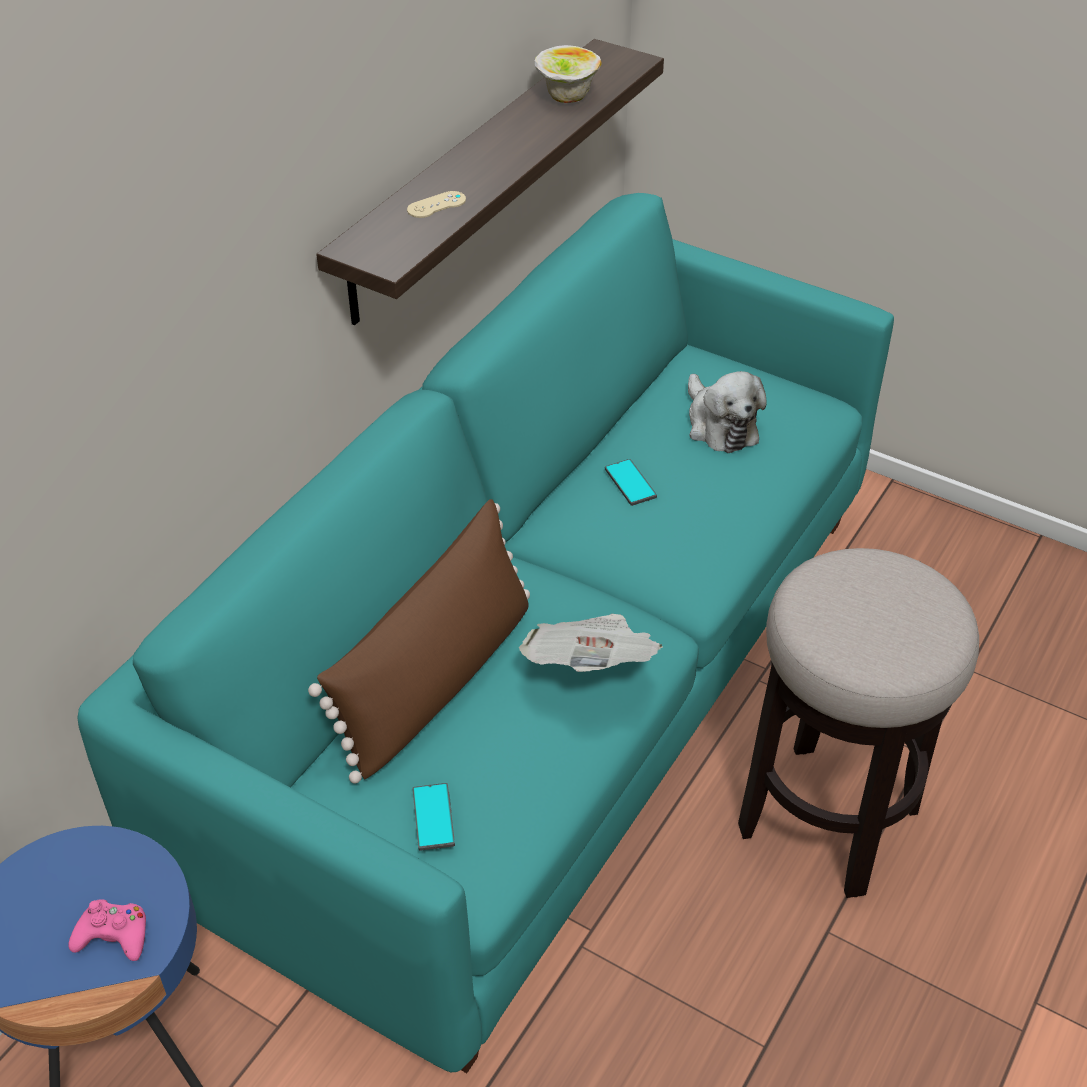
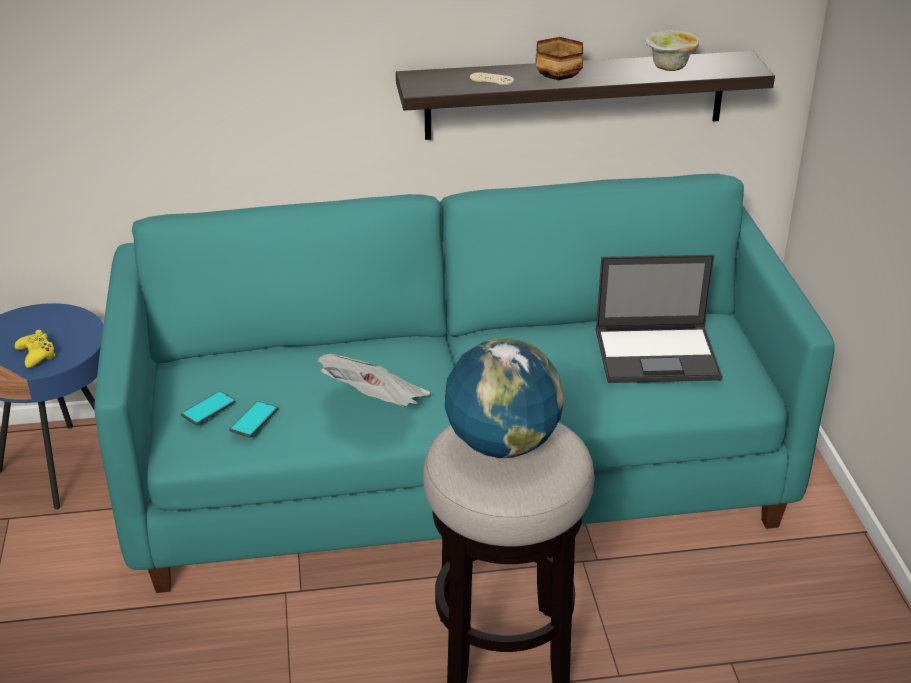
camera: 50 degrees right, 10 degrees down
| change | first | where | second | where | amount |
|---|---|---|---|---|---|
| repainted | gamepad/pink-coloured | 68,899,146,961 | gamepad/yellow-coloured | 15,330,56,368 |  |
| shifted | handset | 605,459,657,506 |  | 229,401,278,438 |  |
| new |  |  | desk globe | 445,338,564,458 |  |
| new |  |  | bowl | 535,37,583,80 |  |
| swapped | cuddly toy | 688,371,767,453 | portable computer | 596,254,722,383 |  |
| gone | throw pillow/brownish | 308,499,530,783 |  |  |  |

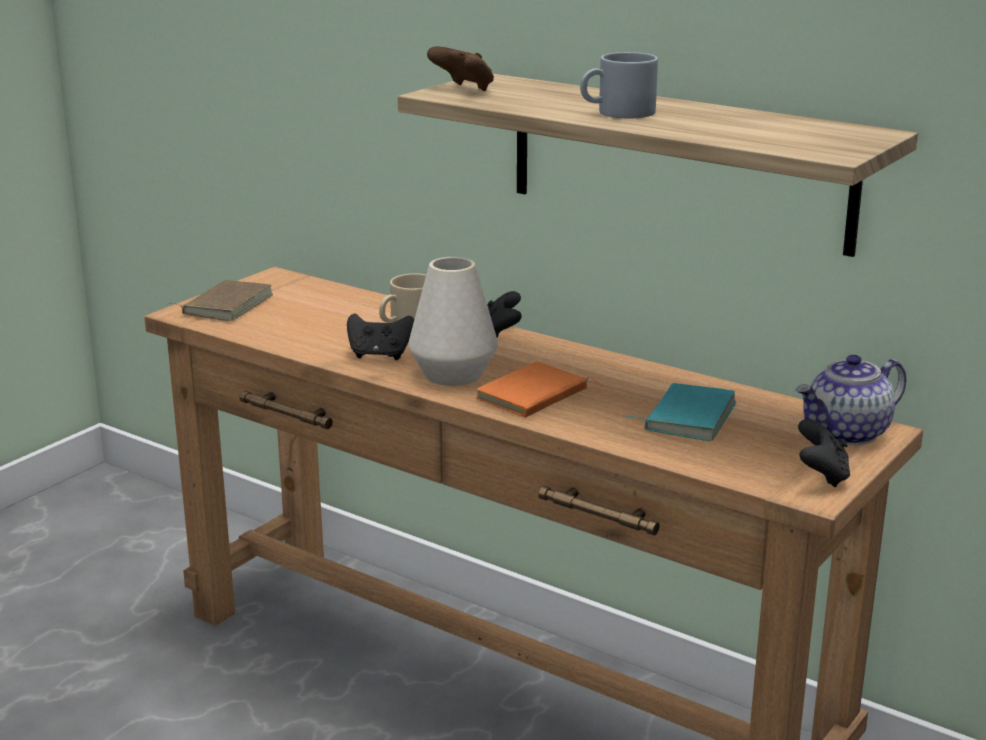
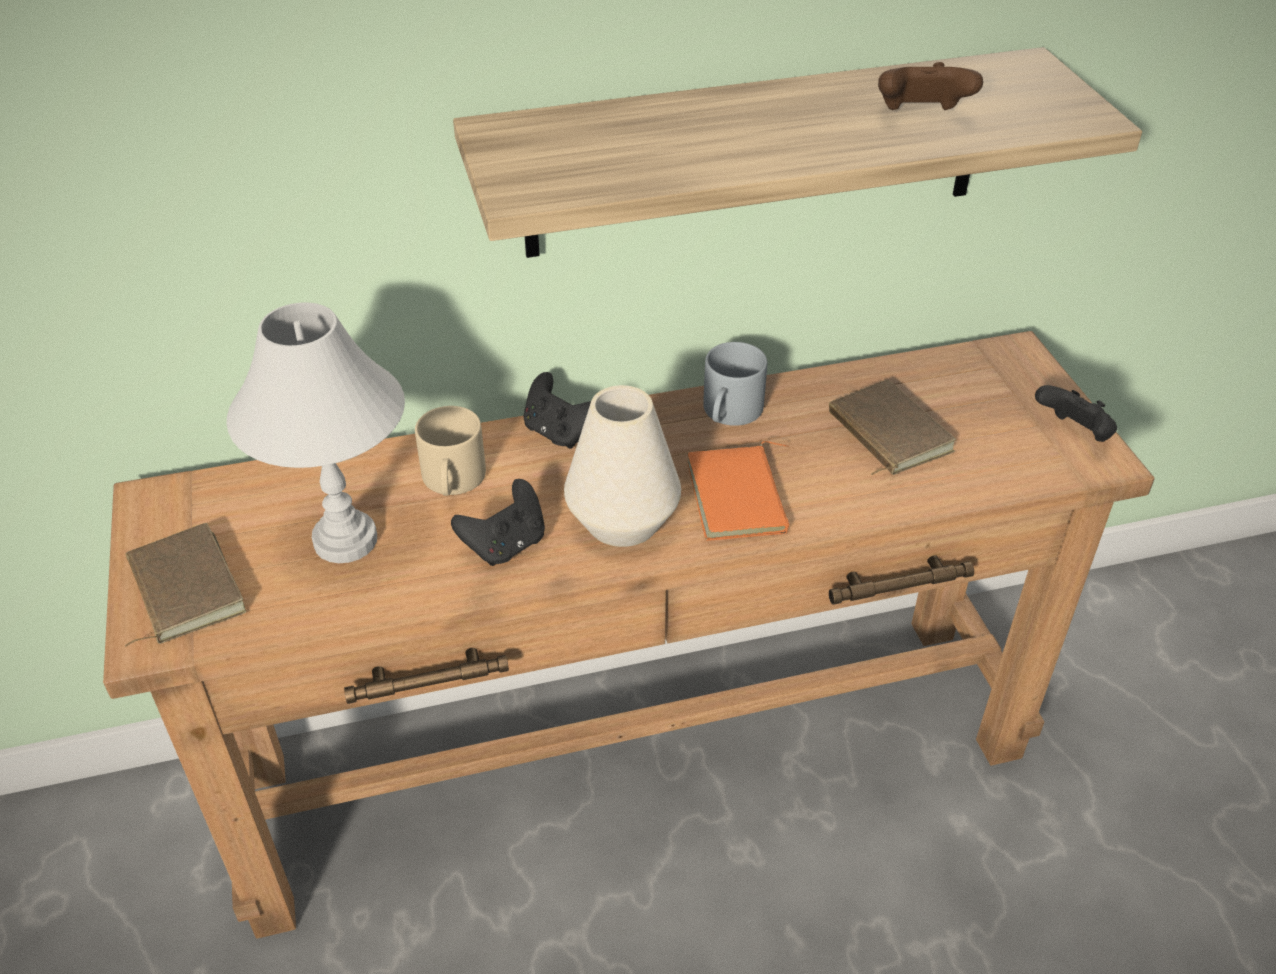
camera: 50 degrees left, 20 degrees up
| change | first | where | second | where | amount |
|---|---|---|---|---|---|
| new |  |  | tabletop lamp/whitish | 227,302,405,563 |  |
| shifted | tea mug/grey | 580,52,658,118 |  | 703,342,767,426 |  |
| repainted | bound book/blue-green | 624,383,736,441 | bound book/brownish | 829,380,956,475 |  |
| shifted | gamepad/brownish | 427,46,494,91 |  | 878,62,983,110 |  |
| gone | pot for tea | 796,355,906,445 |  |  |  |

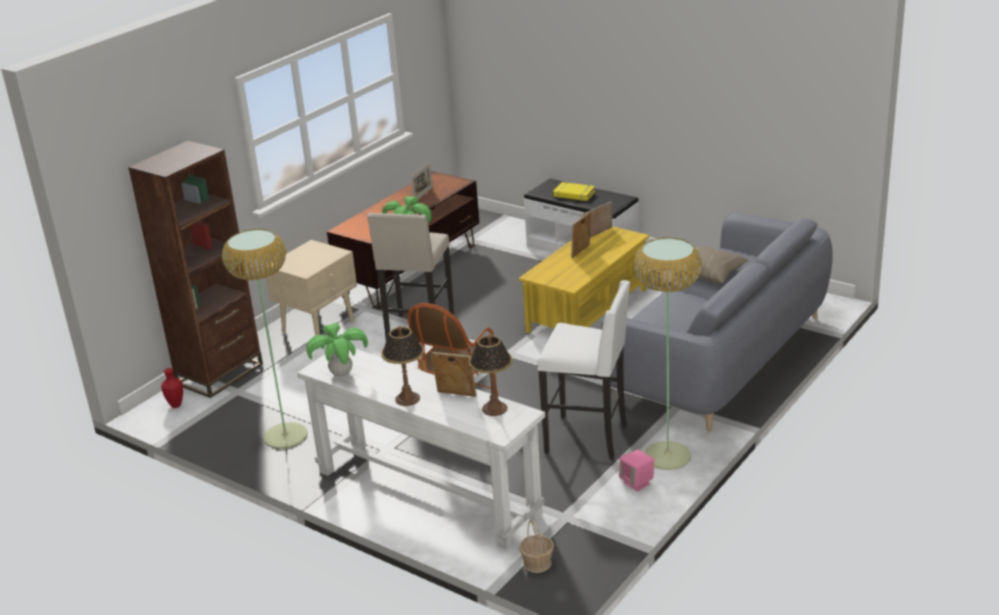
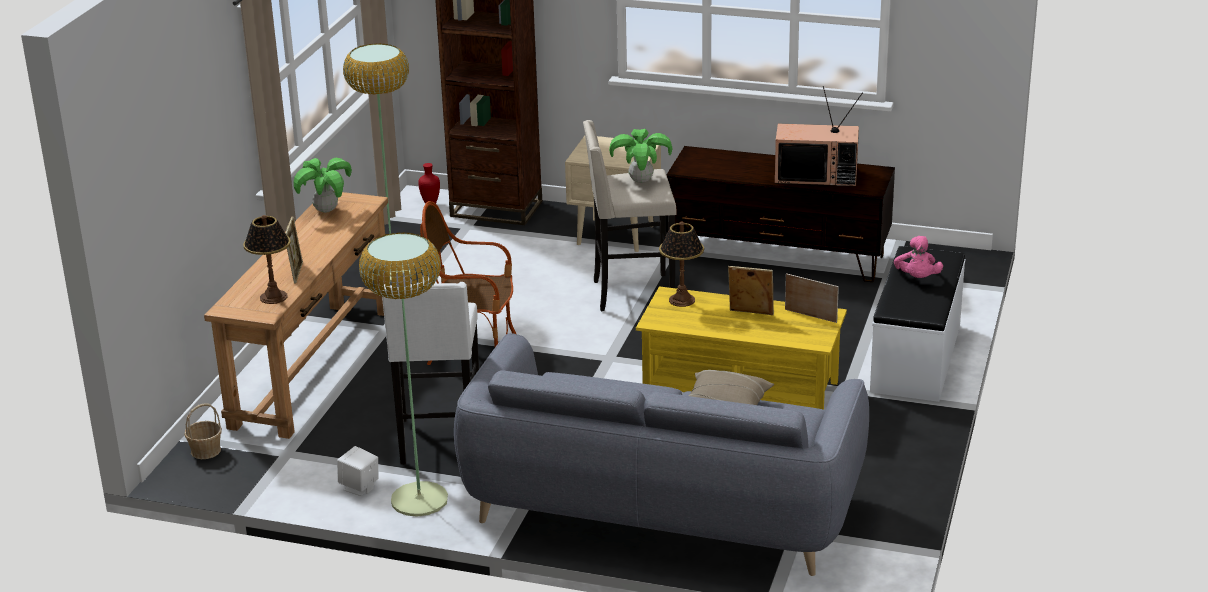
camera: 70 degrees right, 0 degrees up
| change | first | where | second | where | amount |
|---|---|---|---|---|---|
| repainted | narrow table/whitish | 297,349,545,549 | narrow table/brownish | 204,191,388,439 |  |
| repainted | audio speaker/pink-coloured | 619,450,654,491 | audio speaker/whitish | 337,446,378,496 |  |
| shifted | tabletop lamp | 381,326,424,406 |  | 659,221,704,307 |  |
| swapped | standing frame | 411,163,433,199 | television | 775,86,863,187 |  |
| swapped | bound book/yellow-coloured | 553,182,595,201 | cuddly toy/pink-coloured | 894,236,943,278 |  |

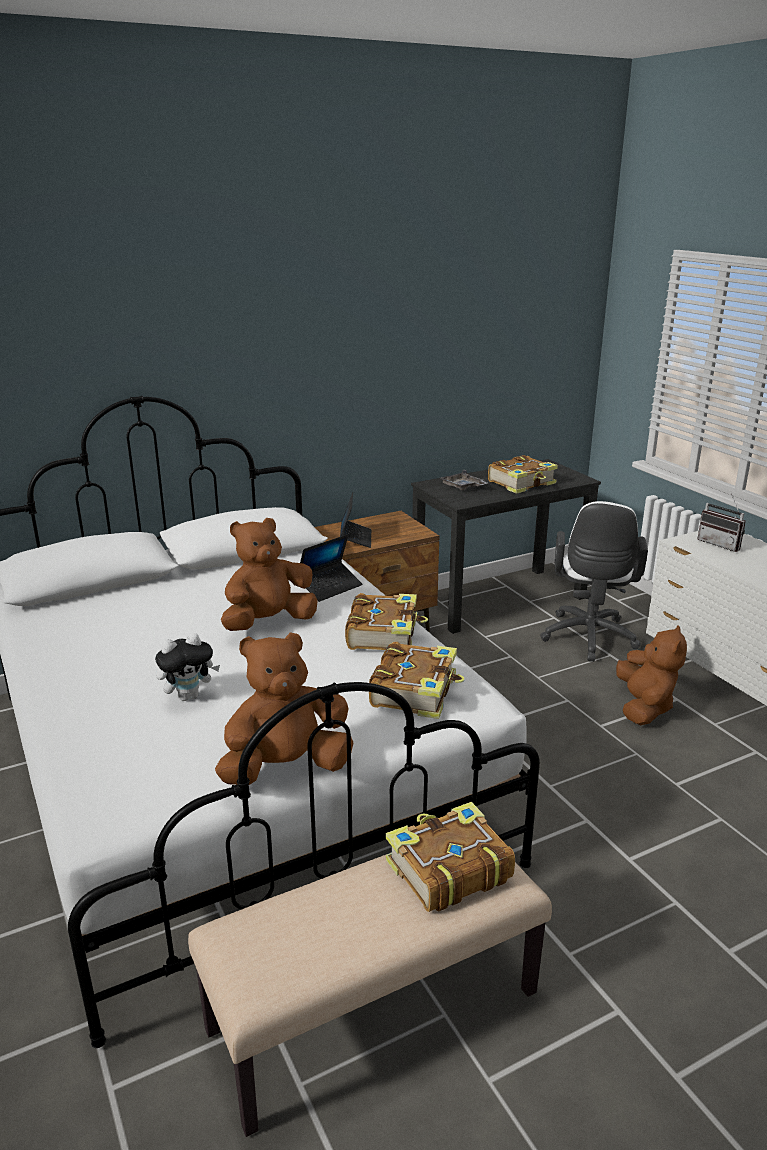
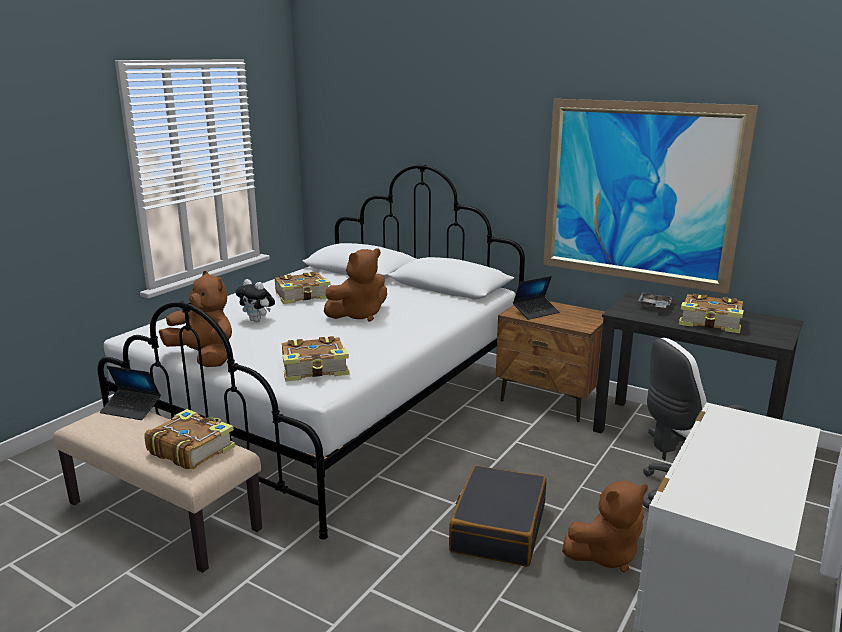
camera: 60 degrees right, 5 degrees down
| change | first | where | second | where | amount |
|---|---|---|---|---|---|
| shifted | portable computer | 300,534,362,602 |  | 100,366,161,420 |  |
| shifted | bound book | 345,593,428,650 |  | 275,272,330,304 |  |
| rotated | cuddly toy/brownish | 221,518,318,631 |  | 324,249,387,322 | 120 degrees clockwise |
| new |  |  | travel case/black-coloured | 449,465,546,567 |  |
| new |  |  | wall picture | 543,99,758,294 |  |
| gone | radio set | 697,493,746,552 |  |  |  |

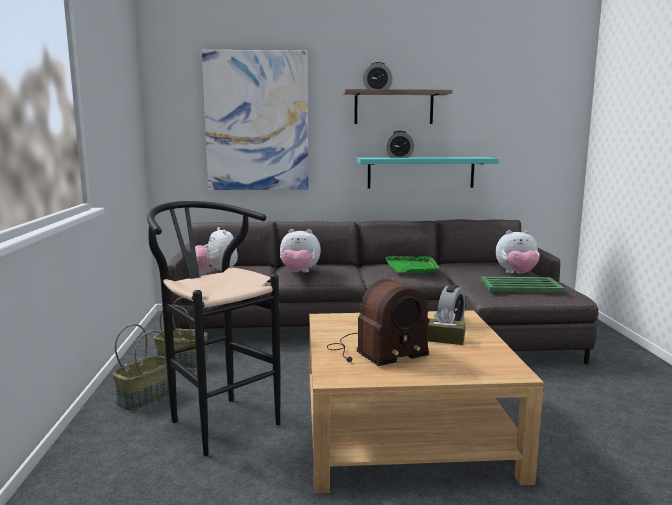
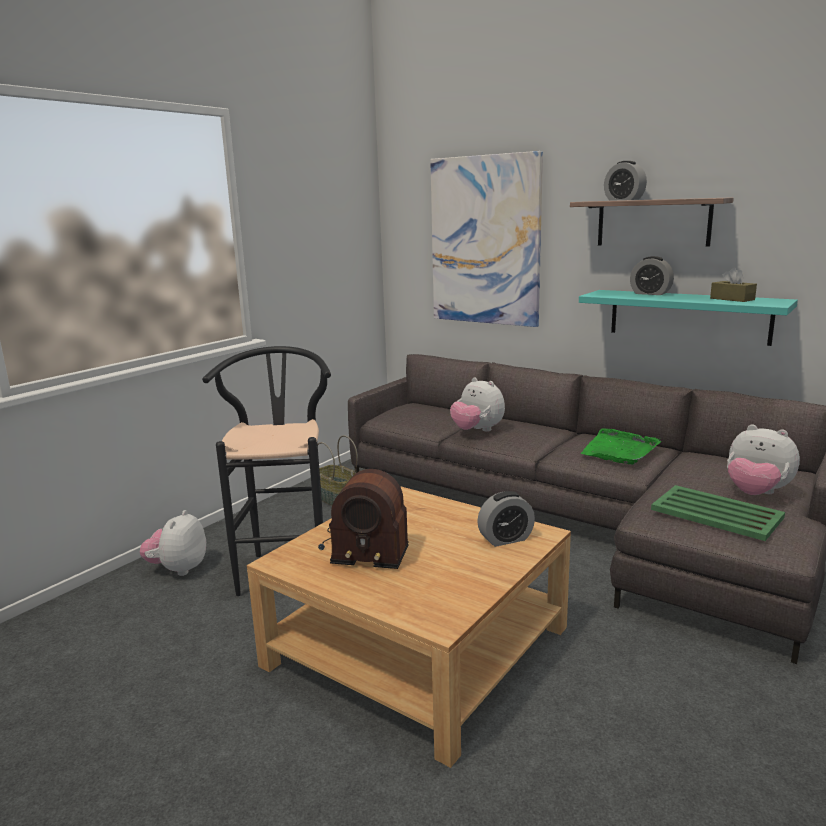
camera: 40 degrees right, 5 degrees up
| change | first | where | second | where | amount |
|---|---|---|---|---|---|
| shifted | cuddly toy | 195,227,238,272 |  | 140,510,206,576 |  |
| shifted | box of tissues/brownish | 427,308,465,345 |  | 710,267,757,302 |  |
| gone | household basket | 113,324,169,411 |  |  |  |

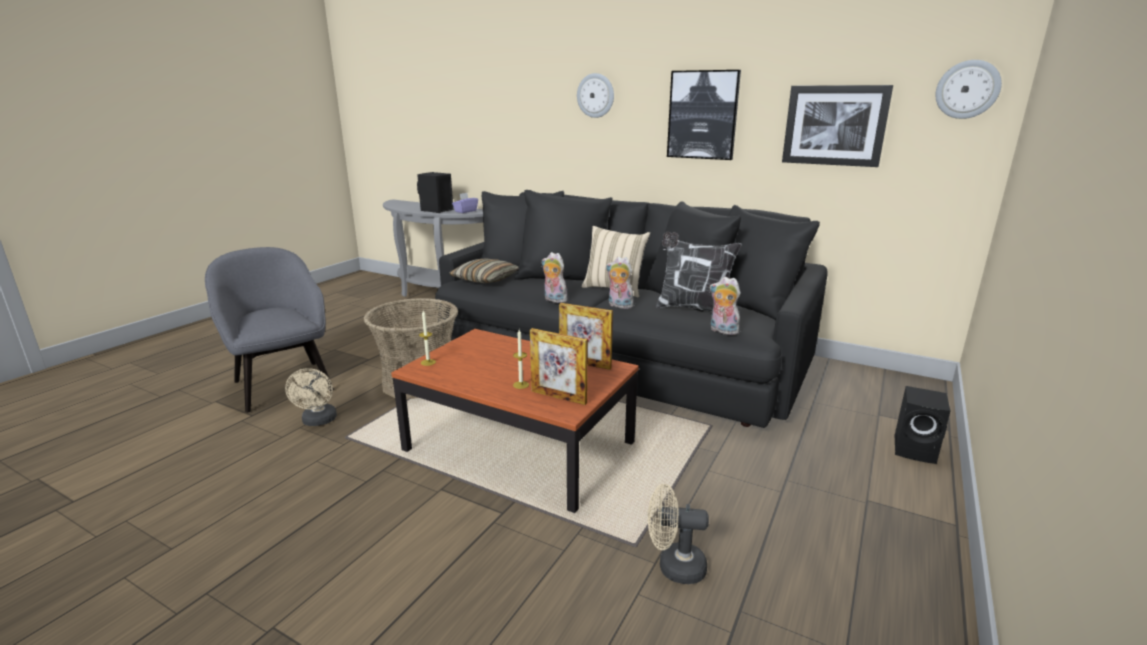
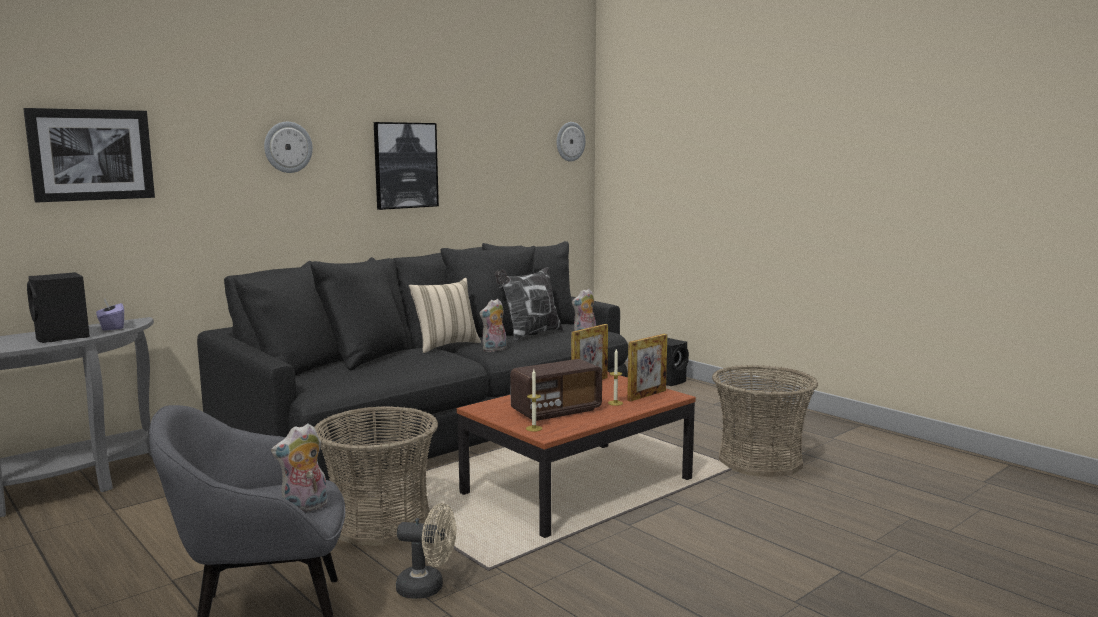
camera: 70 degrees left, 10 degrees down
| change | first | where | second | where | amount |
|---|---|---|---|---|---|
| shifted | wall picture | 782,85,893,167 |  | 23,108,155,203 |  |
| shifted | cuddly toy | 542,252,567,303 |  | 271,424,327,512 |  |
| new |  |  | radio set | 510,359,602,421 |  |
| swapped | cooling fan/sand-coloured | 648,484,709,584 | household basket | 712,365,818,477 |  |
| gone | throw pillow | 449,258,519,283 |  |  |  |

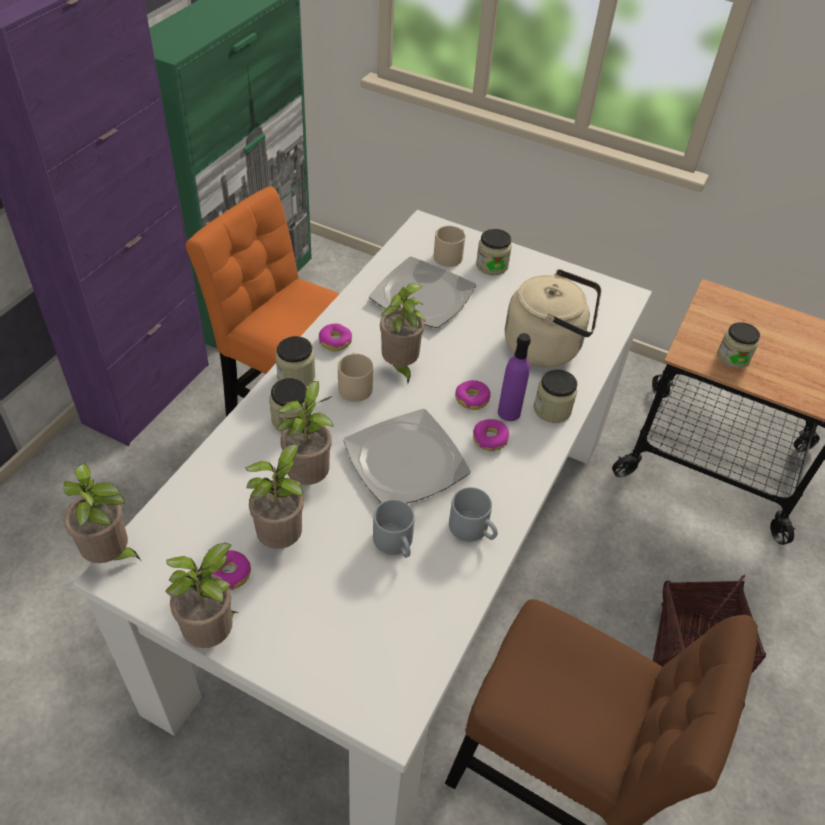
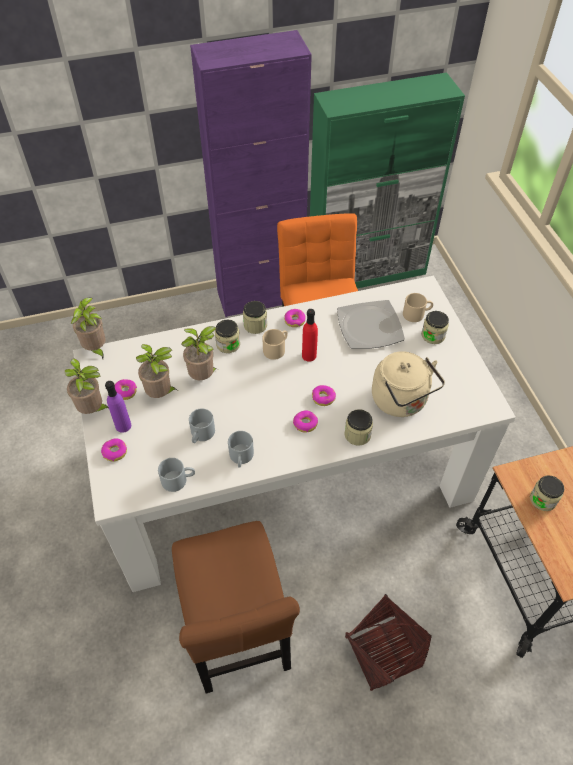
camera: 50 degrees right, 5 degrees up
| change | first | where | second | where | amount |
|---|---|---|---|---|---|
| new |  |  | ring doughnut | 101,438,127,461 |  |
| shifted | drink bottle/purple | 498,333,531,421 |  | 105,381,131,433 |  |
| new |  |  | tea mug/grey | 158,458,195,492 |  |
| swapped | potted plant | 380,284,426,383 | drink bottle/reddish | 302,309,318,362 |  |
| gone | dinner plate | 343,409,471,503 |  |  |  |

